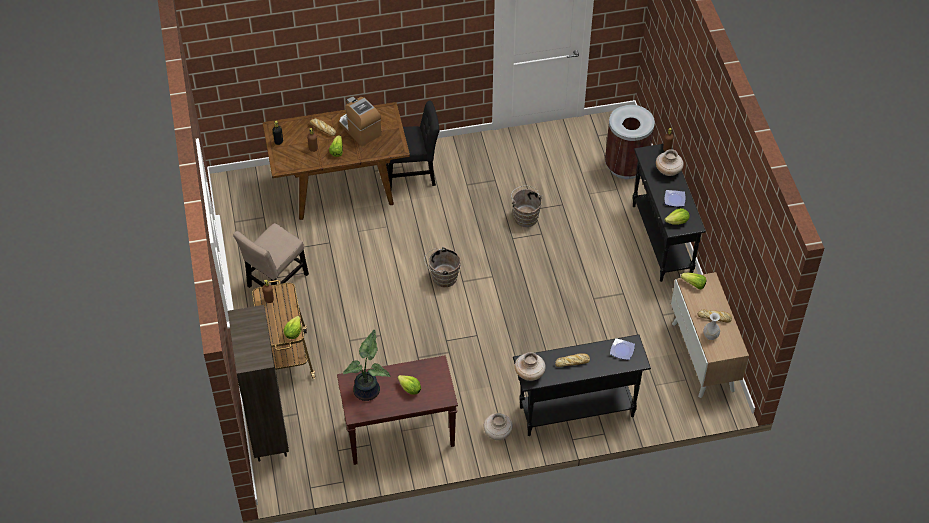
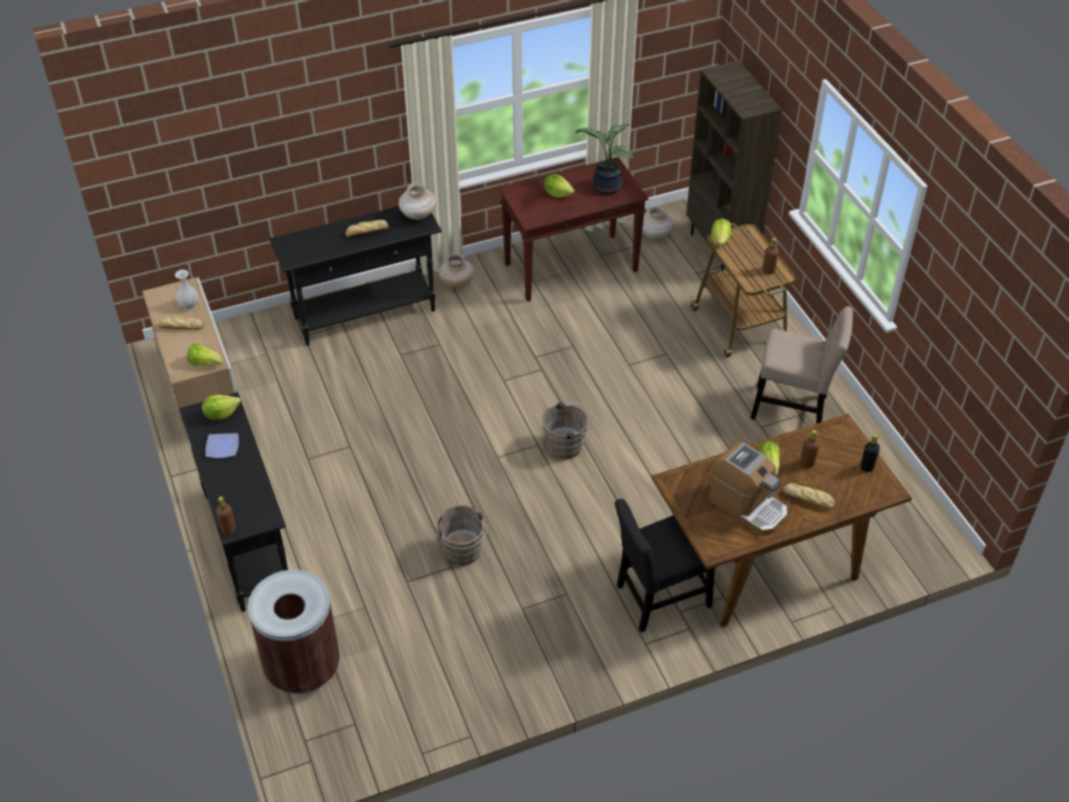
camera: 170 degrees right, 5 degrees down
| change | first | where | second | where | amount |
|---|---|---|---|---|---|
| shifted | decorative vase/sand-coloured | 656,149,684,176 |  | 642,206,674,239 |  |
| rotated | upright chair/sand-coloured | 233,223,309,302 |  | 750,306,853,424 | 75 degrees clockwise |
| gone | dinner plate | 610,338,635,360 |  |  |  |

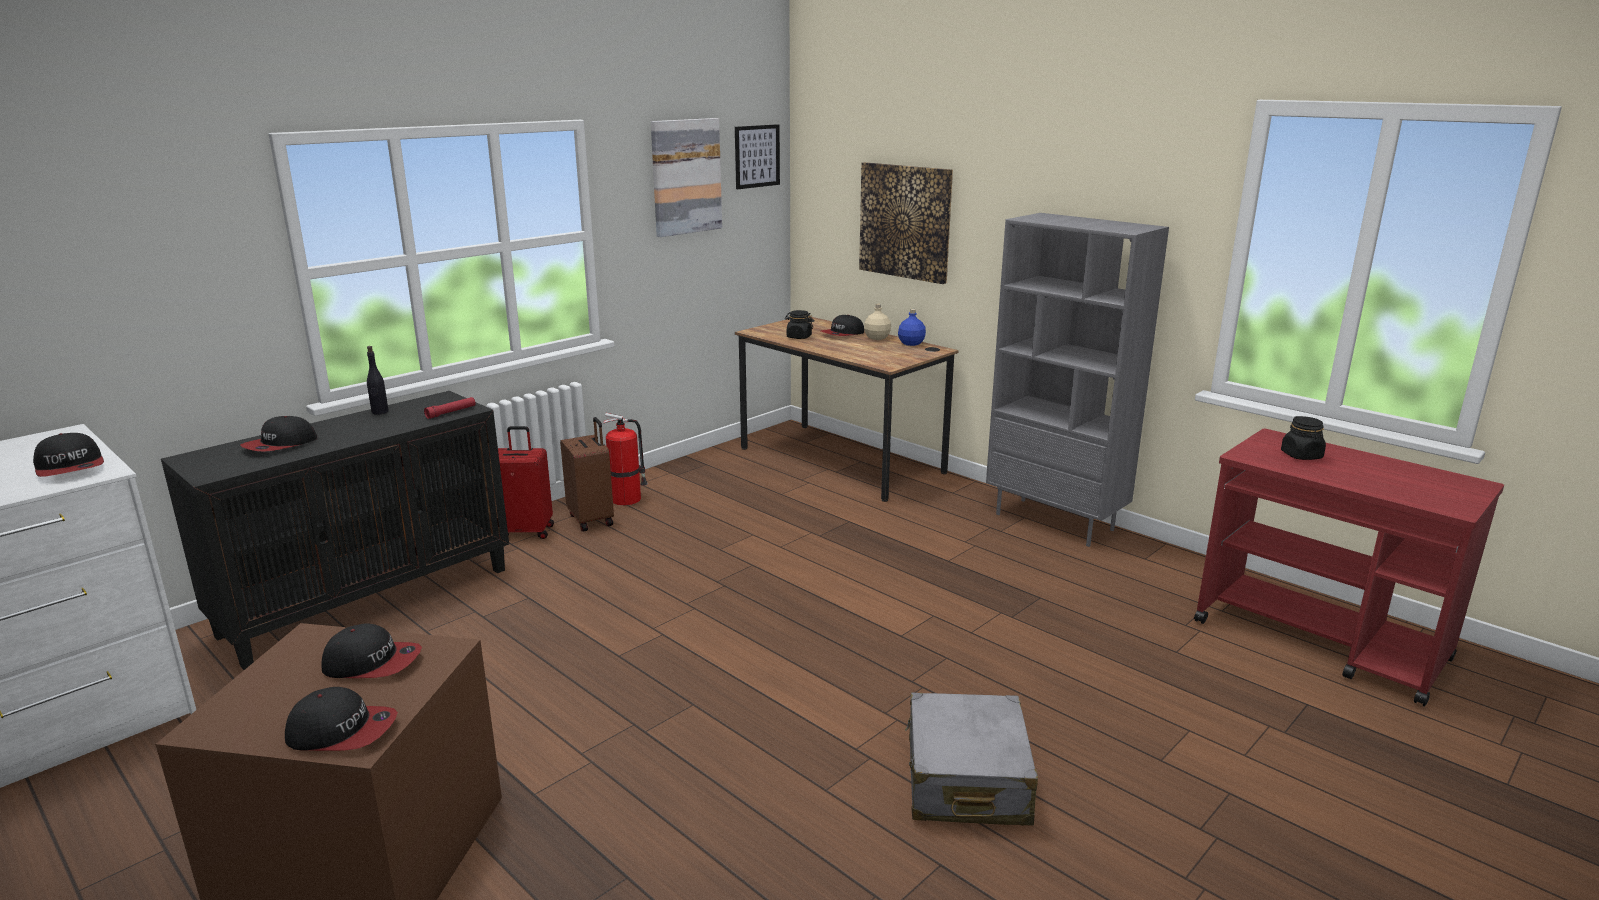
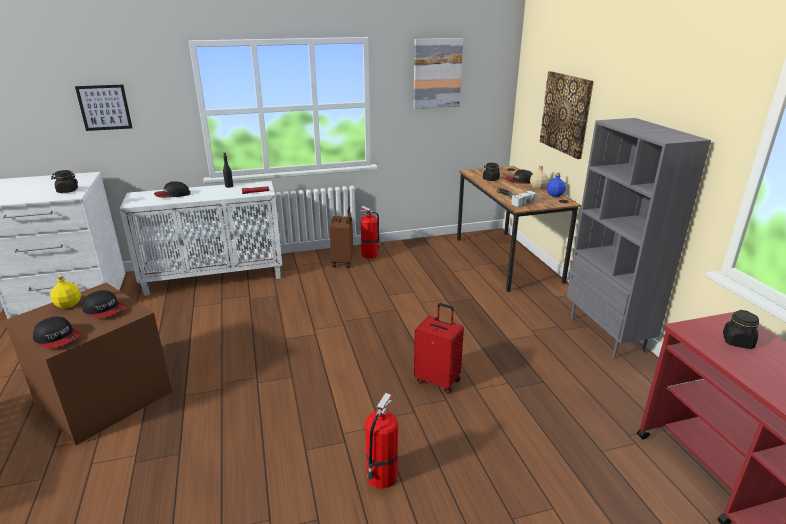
camera: 30 degrees right, 5 degrees up
| change | first | where | second | where | amount |
|---|---|---|---|---|---|
| new |  |  | drink bottle/yellow-coloured | 50,275,81,309 |  |
| swapped | cap | 33,433,104,477 | jar/black-coloured | 51,170,78,193 |  |
| shifted | wall picture | 735,124,780,189 |  | 75,85,132,131 |  |
| repainted | cabinet/black-coloured | 161,391,509,670 | cabinet/whitish | 119,181,282,296 |  |
| swapped | travel case/grey | 905,692,1038,825 | extinguisher | 365,393,398,489 |  |
| shifted | travel case/reddish | 498,426,554,539 |  | 414,303,464,394 |  |
| new |  |  | tool hammer | 497,187,537,208 |  |

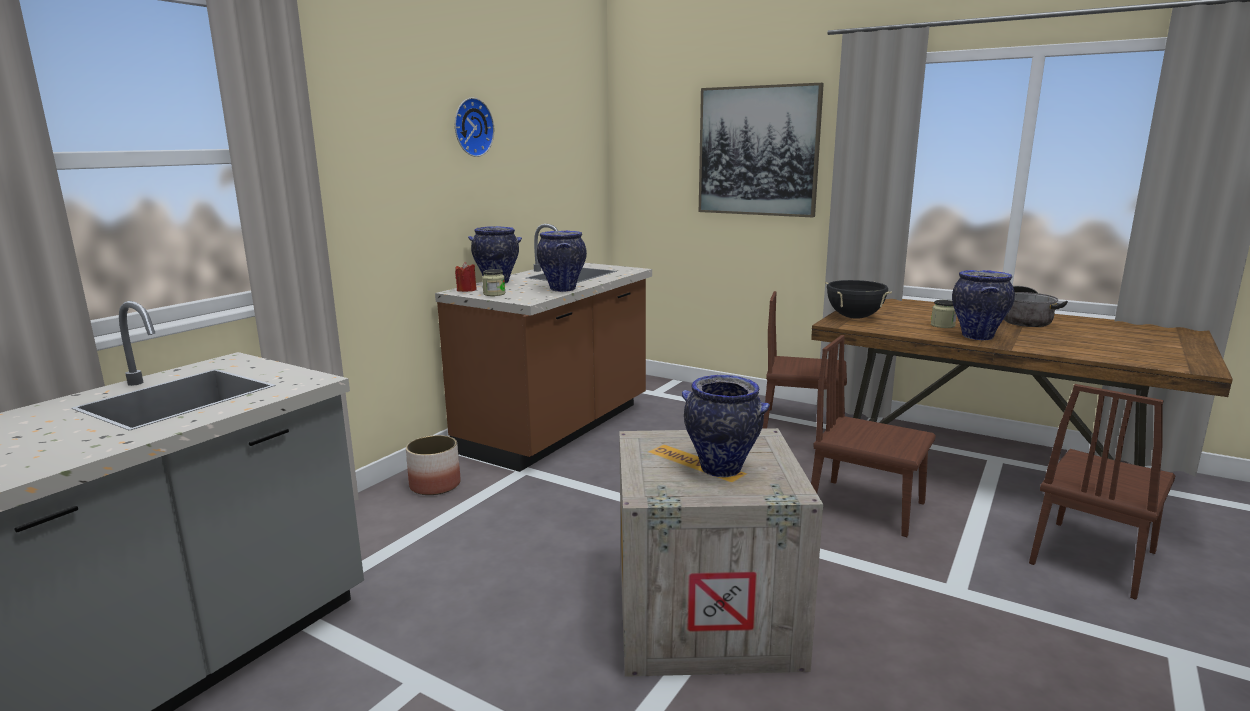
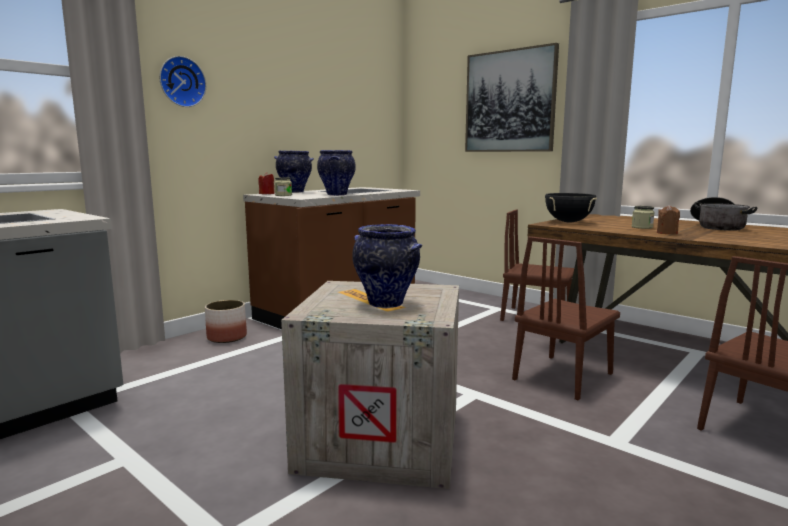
camera: 10 degrees right, 5 degrees down
| change | first | where | second | where | amount |
|---|---|---|---|---|---|
| shifted | wall clock | 455,98,494,157 |  | 160,56,206,107 |  |
| rotated | upright chair/brownish | 811,335,936,537 |  | 512,236,620,400 | 90 degrees counterclockwise |
| swapped | decorative vase | 952,270,1015,340 | wax candle/brownish | 657,205,680,234 |  |

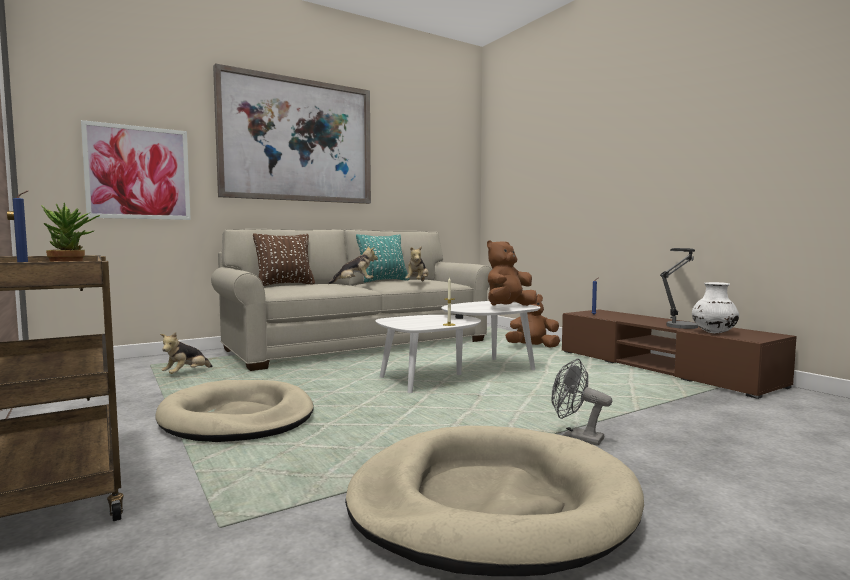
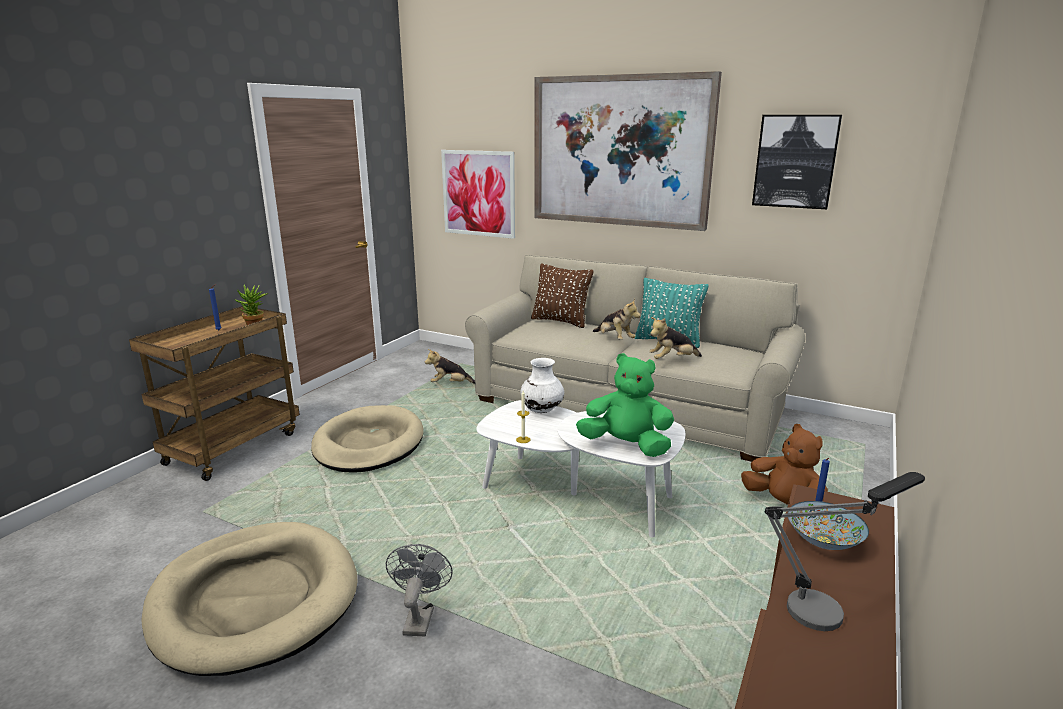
camera: 60 degrees right, 15 degrees up
| change | first | where | second | where | amount |
|---|---|---|---|---|---|
| shifted | decorative vase/whitish | 692,282,739,333 |  | 520,358,564,413 |  |
| repainted | cuddly toy/brownish | 487,240,537,306 | cuddly toy/greenish | 576,353,674,457 |  |
| new |  |  | wall picture | 752,115,842,209 |  |
| new |  |  | bowl | 788,501,869,550 |  |

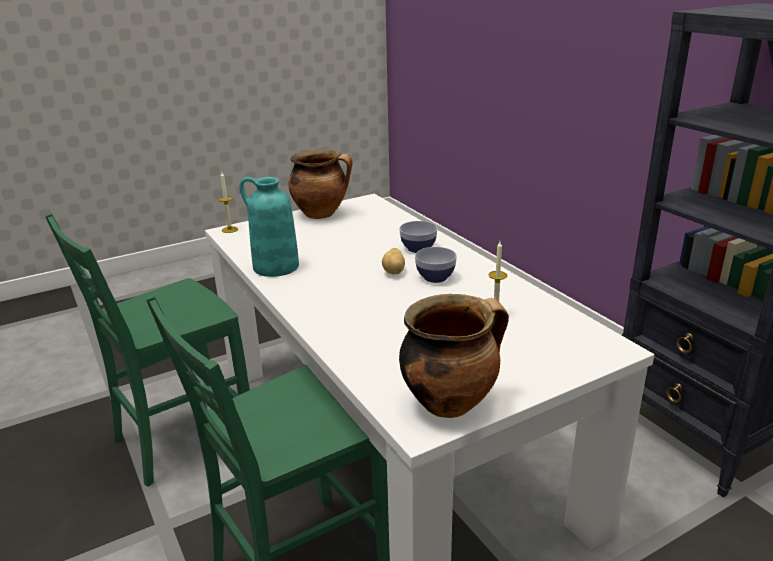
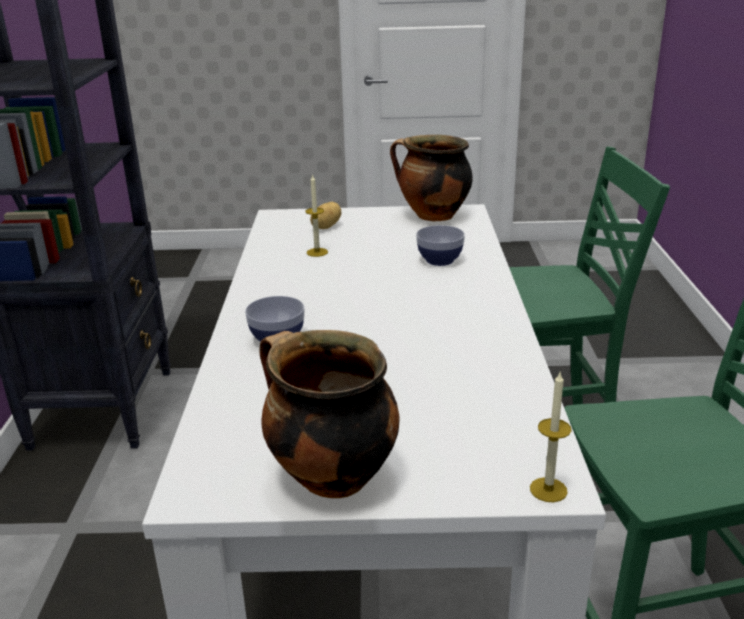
camera: 150 degrees left, 0 degrees up
| change | first | where | second | where | amount |
|---|---|---|---|---|---|
| shifted | spud | 382,248,405,274 |  | 310,202,342,229 |  |
| shifted | bowl | 415,247,457,283 |  | 416,225,465,266 |  |
| gone | decorative vase/blue-green | 240,177,299,277 |  |  |  |

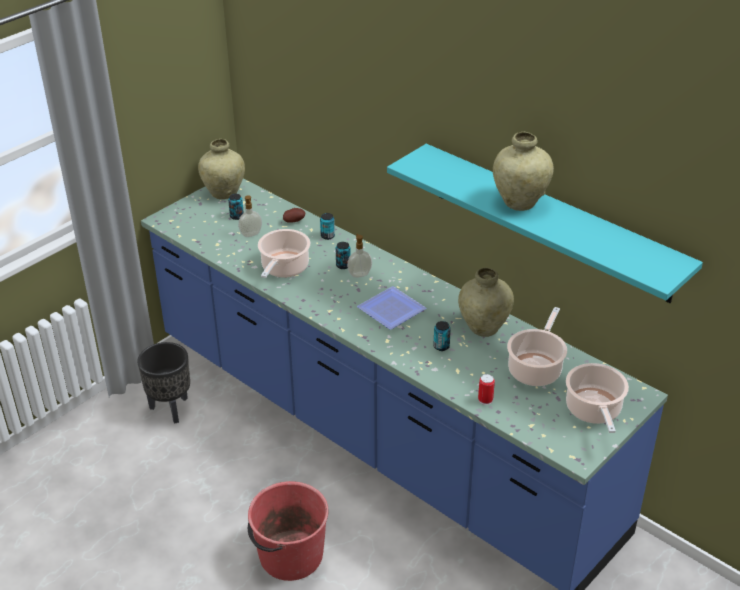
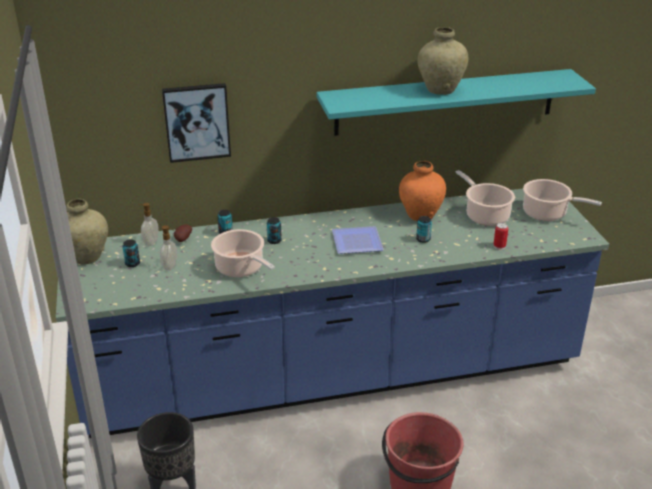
camera: 55 degrees left, 5 degrees down
| change | first | where | second | where | amount |
|---|---|---|---|---|---|
| shifted | liquid soap bottle | 347,234,372,278 |  | 139,203,159,246 |  |
| new |  |  | wall picture | 162,83,231,163 |  |
| repainted | decorative vase/sand-coloured | 458,267,514,337 | decorative vase/orange-coloured | 399,161,446,221 |  |

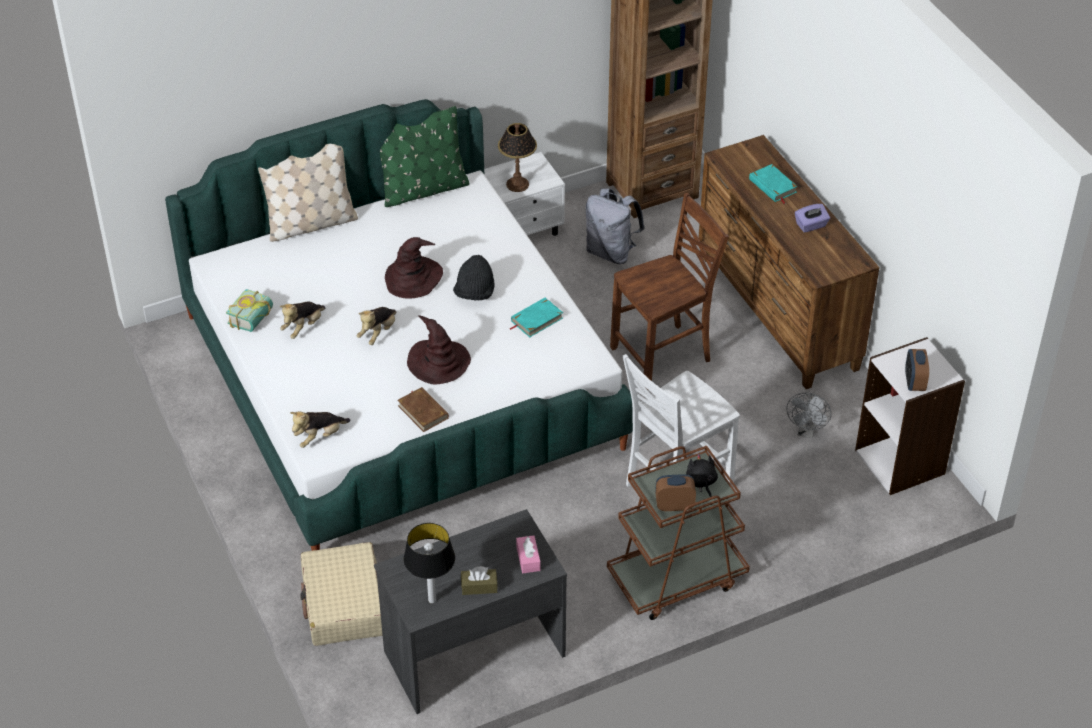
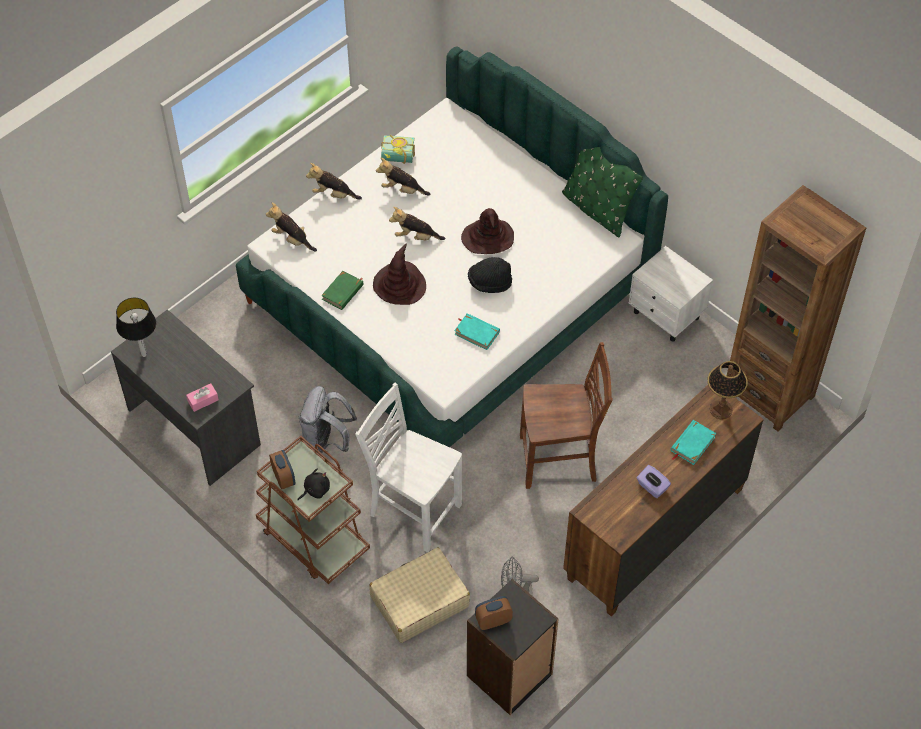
camera: 70 degrees right, 10 degrees up
| change | first | where | second | where | amount |
|---|---|---|---|---|---|
| shifted | knapsack/grey | 586,188,645,264 |  | 298,386,357,455 |  |
| new |  |  | cuddly toy | 306,163,362,199 |  |
| repainted | bound book/brownish | 397,387,449,432 | bound book/greenish | 321,271,363,310 |  |
| shifted | travel case/sand-coloured | 300,542,383,646 |  | 369,547,470,643 |  |
| repainted | bookshelf/whitish | 855,337,965,495 | bookshelf/black-coloured | 467,579,558,715 |  |
| rotated | upright chair/brownish | 610,193,729,390 |  | 520,342,613,489 | 45 degrees counterclockwise |
| shifted | tabletop lamp | 498,123,537,192 |  | 707,361,748,419 |  |
| gone | throw pillow/sand-coloured | 258,144,358,242 |  |  |  |
| gone | box of tissues/brownish | 461,566,498,595 |  |  |  |

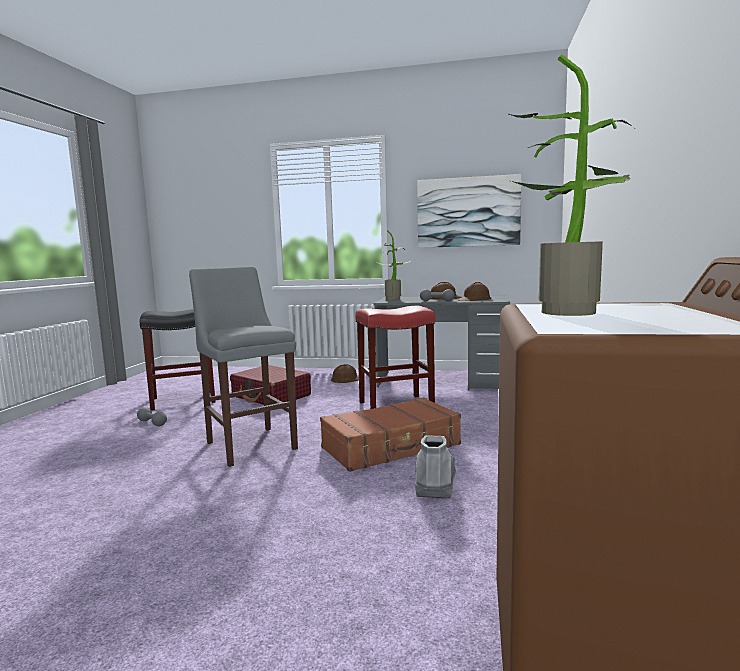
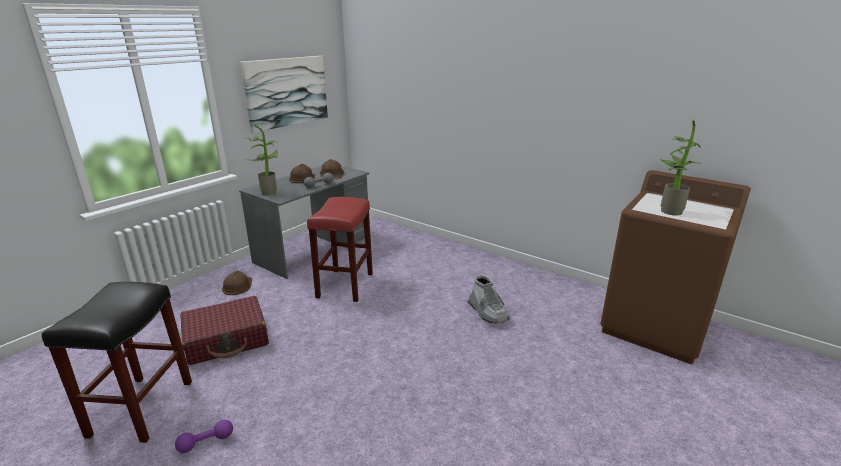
camera: 65 degrees left, 15 degrees up
| change | first | where | second | where | amount |
|---|---|---|---|---|---|
| repainted | free weight/grey | 137,407,167,426 | free weight/purple | 175,420,233,453 |  |
| rotated | tall boot/grey | 415,435,456,499 |  | 468,274,510,324 | 150 degrees counterclockwise |
| gone | stool seat/grey | 189,267,298,467 |  |  |  |
| gone | travel case/brownish | 320,397,461,472 |  |  |  |

